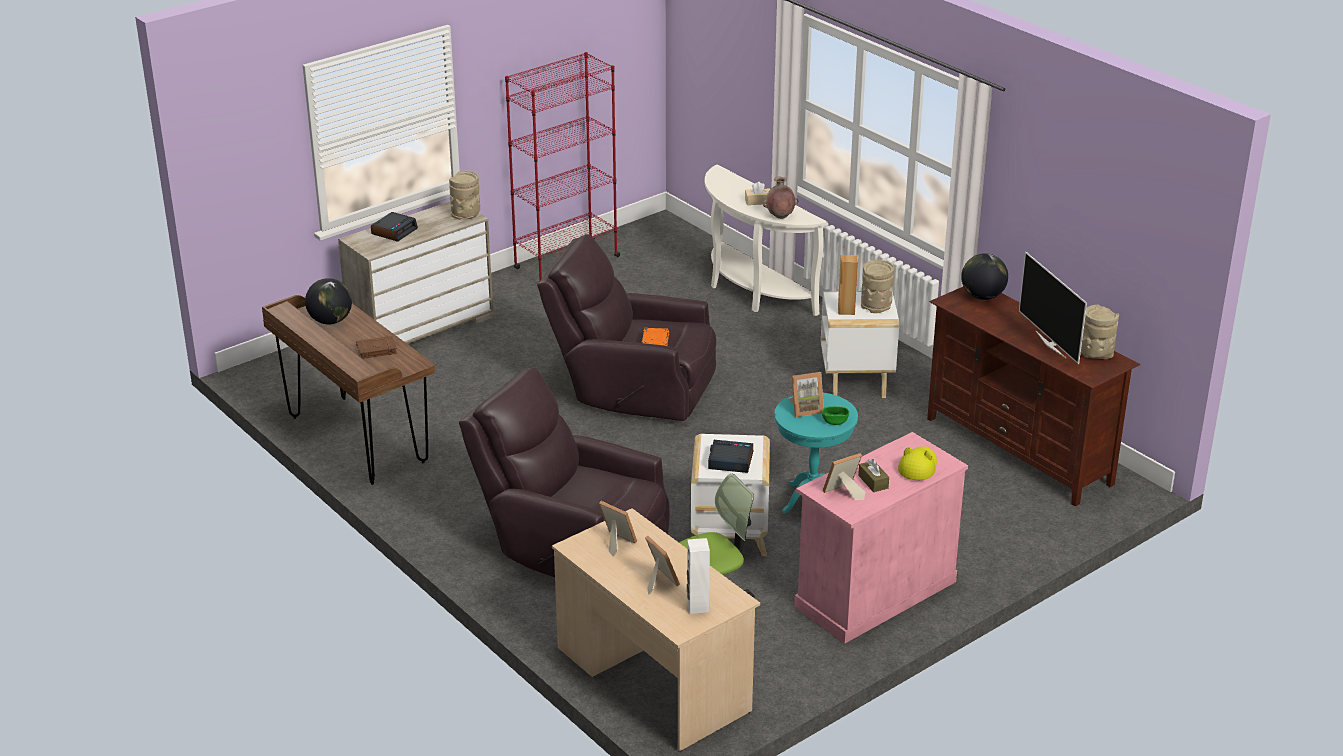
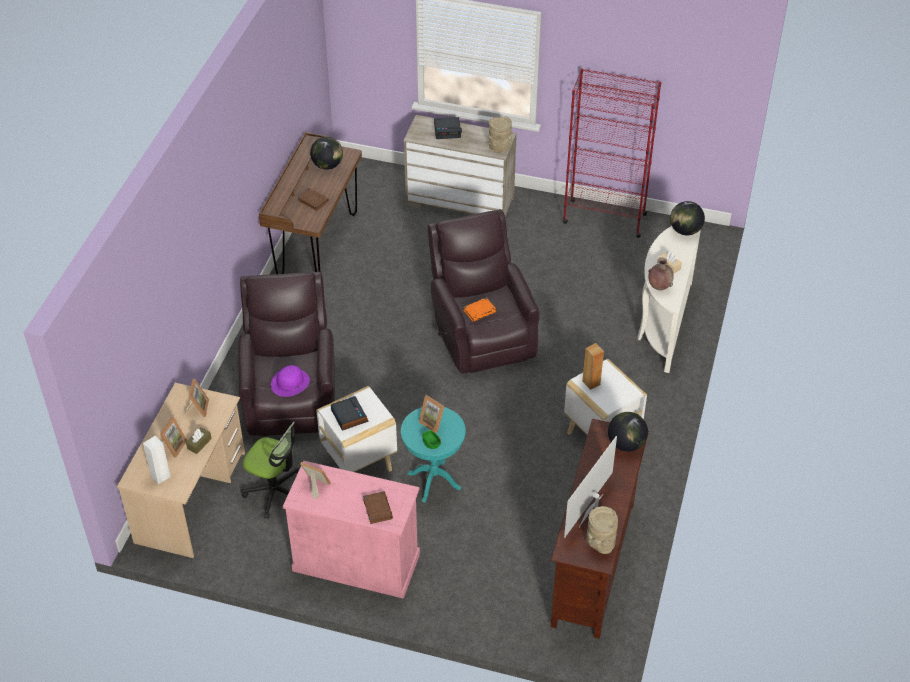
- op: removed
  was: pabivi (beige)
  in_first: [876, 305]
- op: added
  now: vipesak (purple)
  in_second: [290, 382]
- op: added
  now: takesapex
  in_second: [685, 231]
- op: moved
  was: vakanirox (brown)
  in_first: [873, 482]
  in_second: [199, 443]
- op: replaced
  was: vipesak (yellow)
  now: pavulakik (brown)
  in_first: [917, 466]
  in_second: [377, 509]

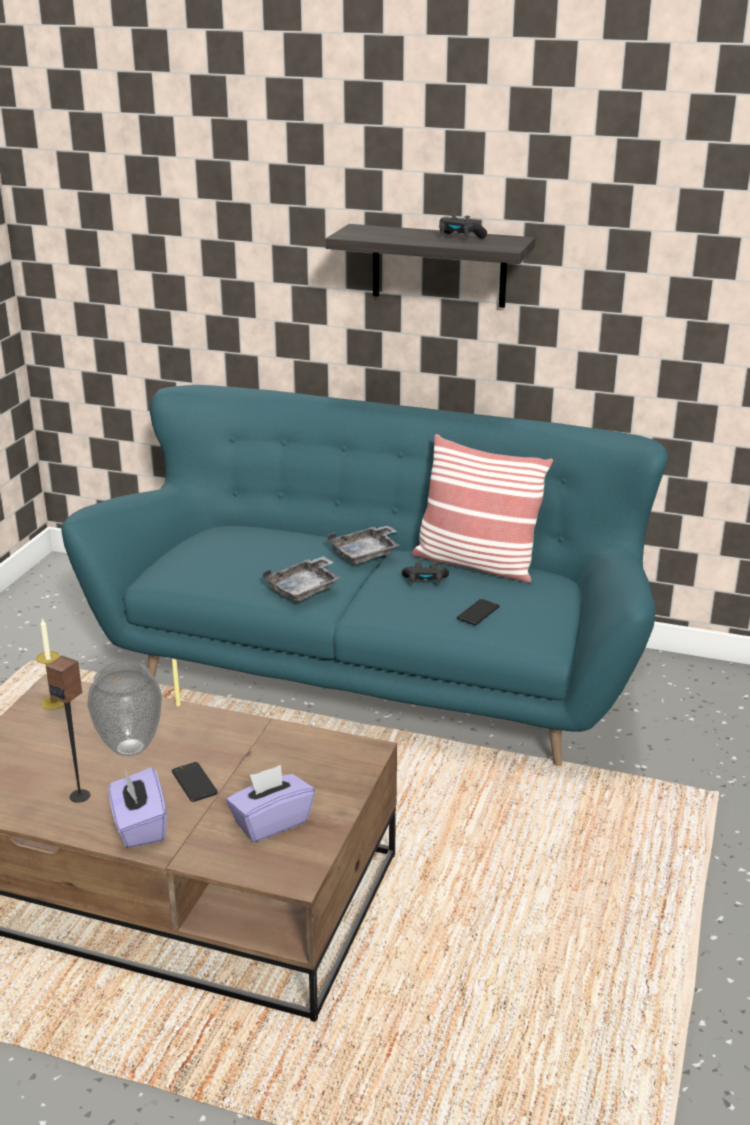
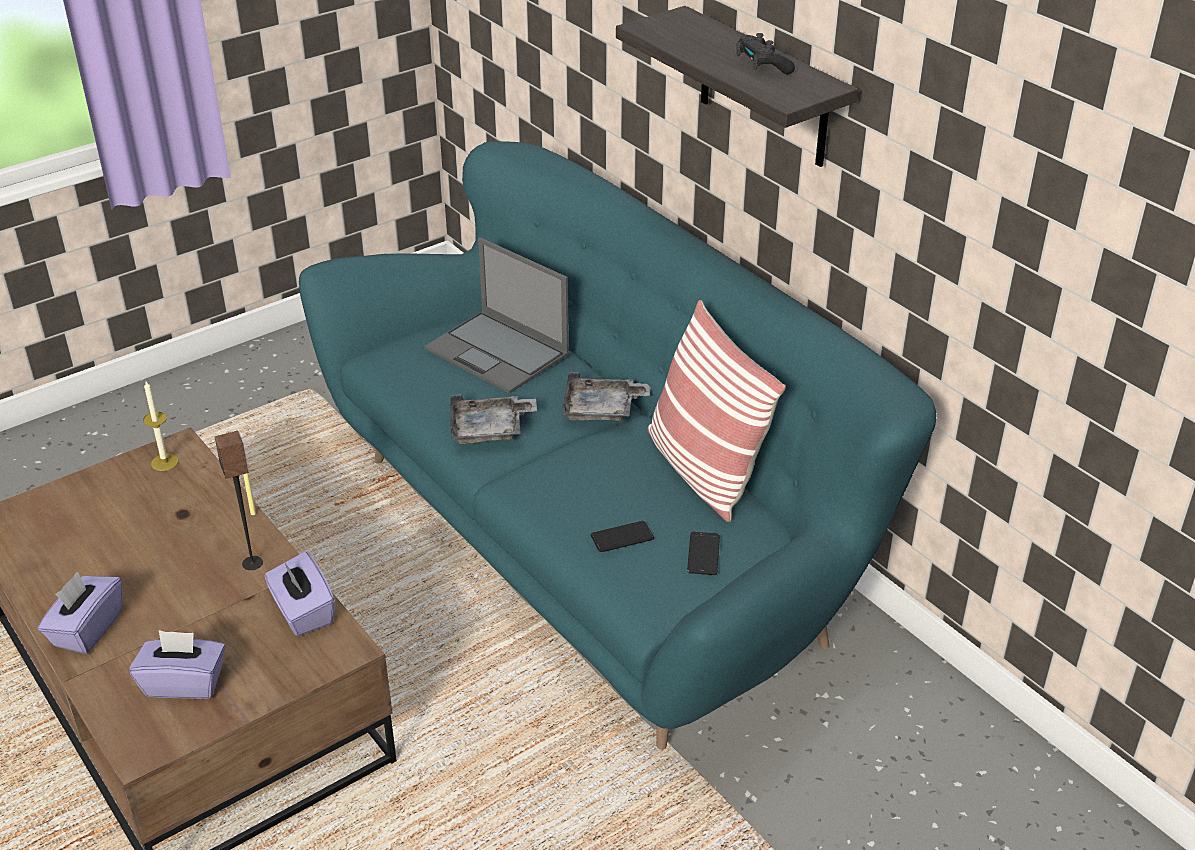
- op: removed
  was: pabivi
  in_first: [131, 748]
- op: removed
  was: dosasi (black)
  in_first: [425, 582]
- op: added
  now: vakanirox (purple)
  in_second: [302, 612]
- op: added
  now: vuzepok
  in_second: [498, 352]
- op: moved
  was: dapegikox
  in_first: [80, 796]
  in_second: [253, 563]
- op: moved
  was: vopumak
  in_first: [194, 782]
  in_second: [703, 554]

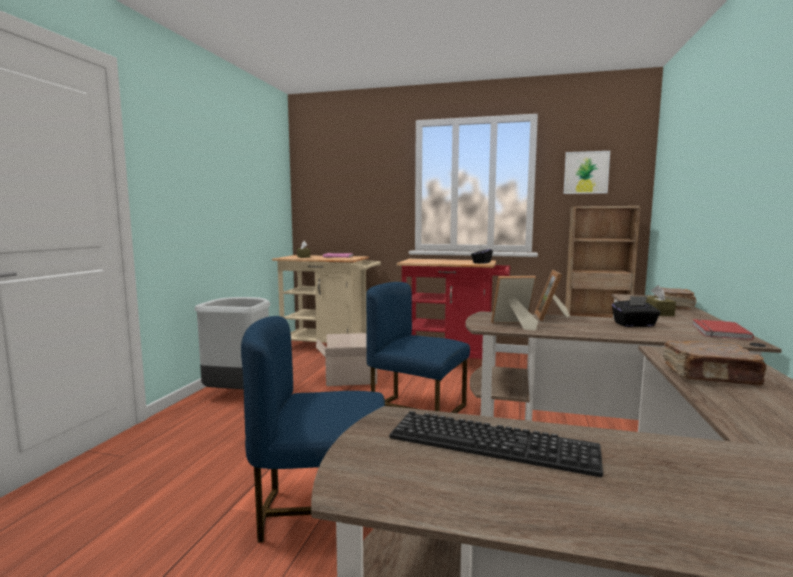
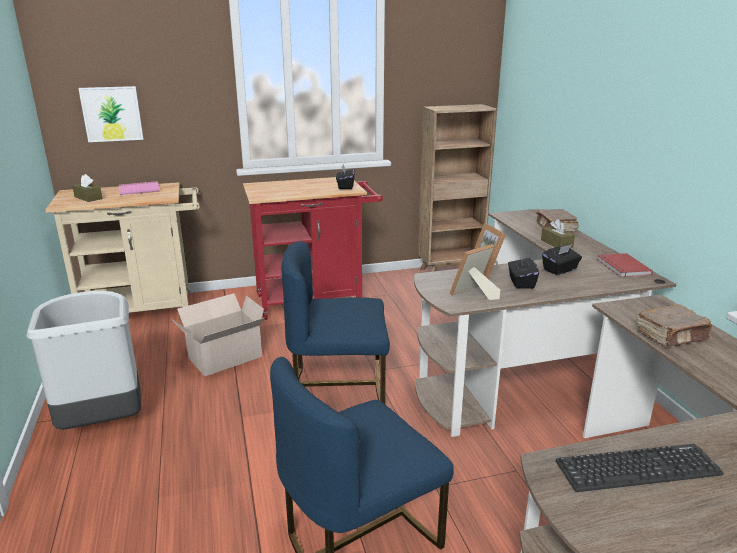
- op: added
  now: vakanirox (black)
  in_second: [521, 282]
- op: moved
  was: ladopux
  in_first: [586, 172]
  in_second: [112, 114]

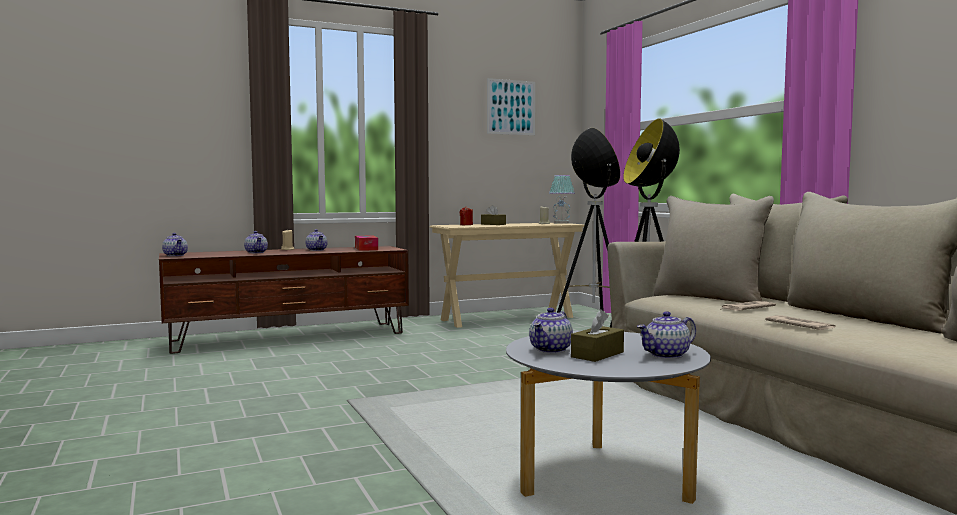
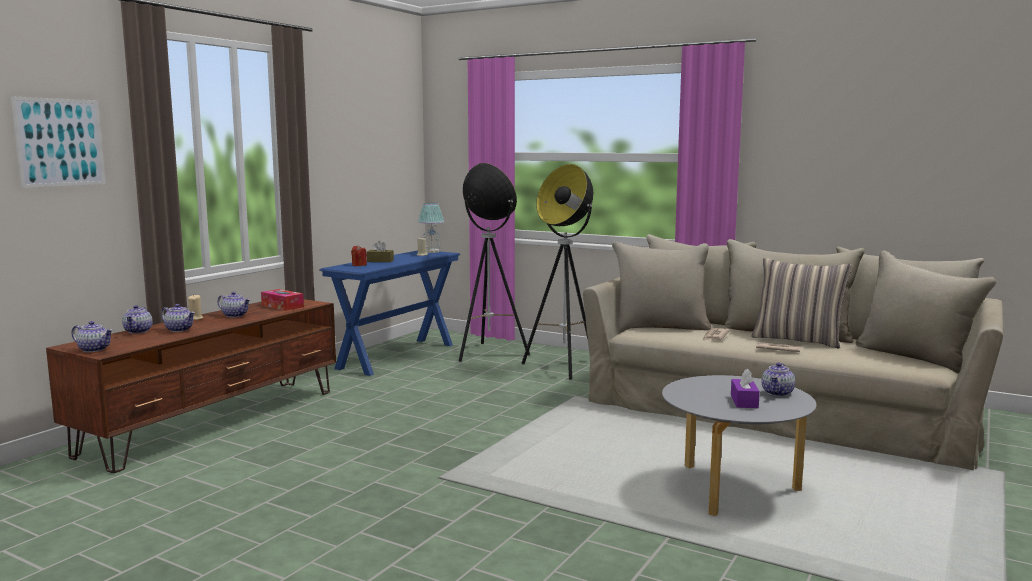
- op: added
  now: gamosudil
  in_second: [798, 340]
- op: moved
  was: ladopux
  in_first: [511, 107]
  in_second: [60, 142]
- op: moved
  was: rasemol
  in_first: [551, 350]
  in_second: [138, 331]
- op: recoloured
  was: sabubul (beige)
  now: sabubul (blue)
  in_first: [508, 318]
  in_second: [397, 356]
- op: recoloured
  was: vakanirox (brown)
  now: vakanirox (purple)
  in_first: [597, 354]
  in_second: [744, 401]

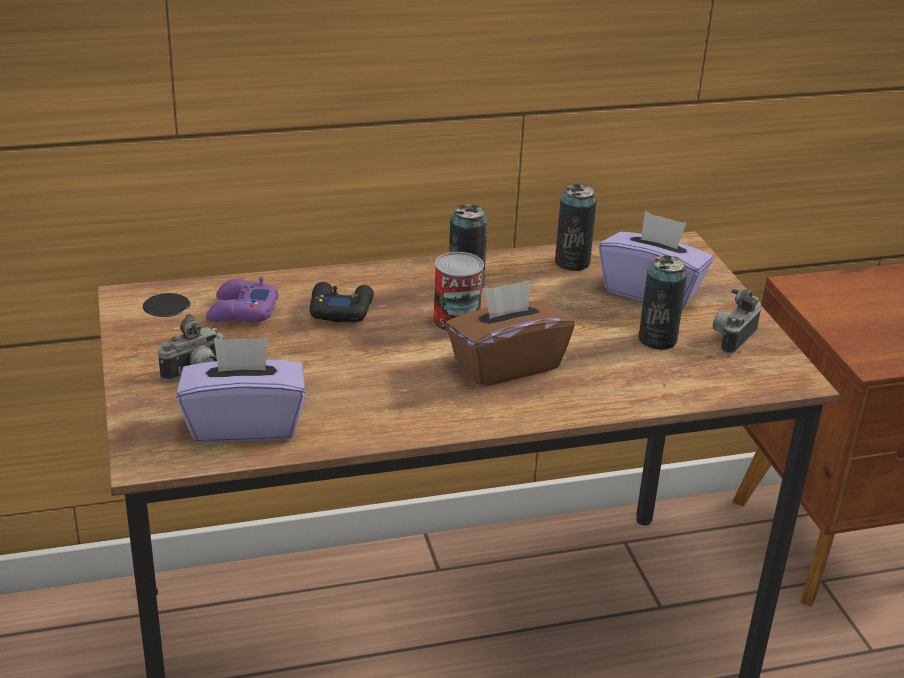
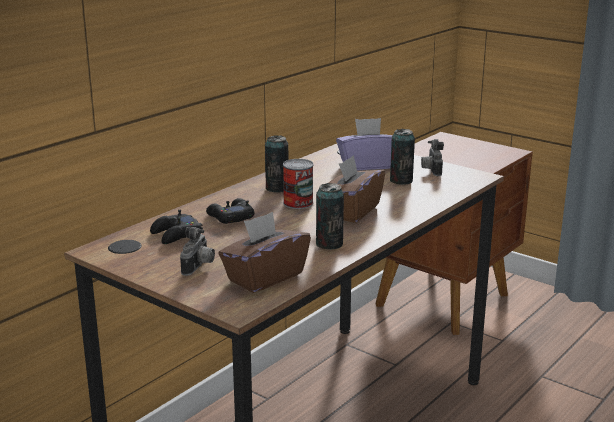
- op: moved
  was: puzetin
  in_first: [572, 263]
  in_second: [329, 244]
- op: recoloured
  was: vakanirox (purple)
  now: vakanirox (brown)
  in_first: [244, 424]
  in_second: [264, 277]
- op: recoloured
  was: dosasi (purple)
  now: dosasi (black)
  in_first: [241, 311]
  in_second: [176, 235]

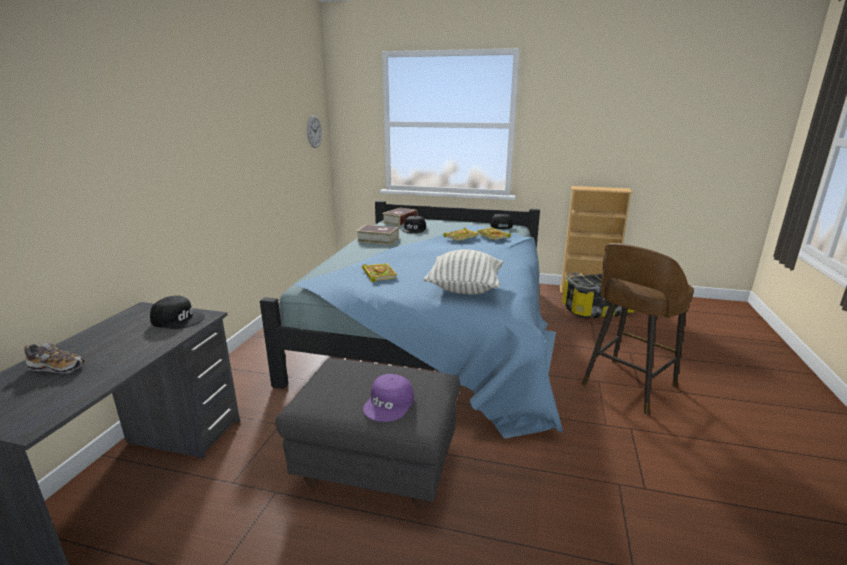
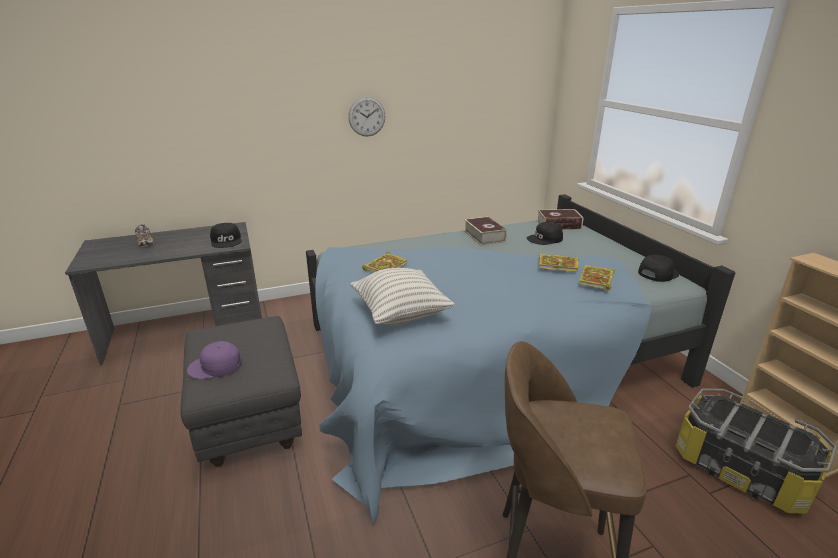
- op: moved
  was: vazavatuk
  in_first: [314, 132]
  in_second: [367, 116]

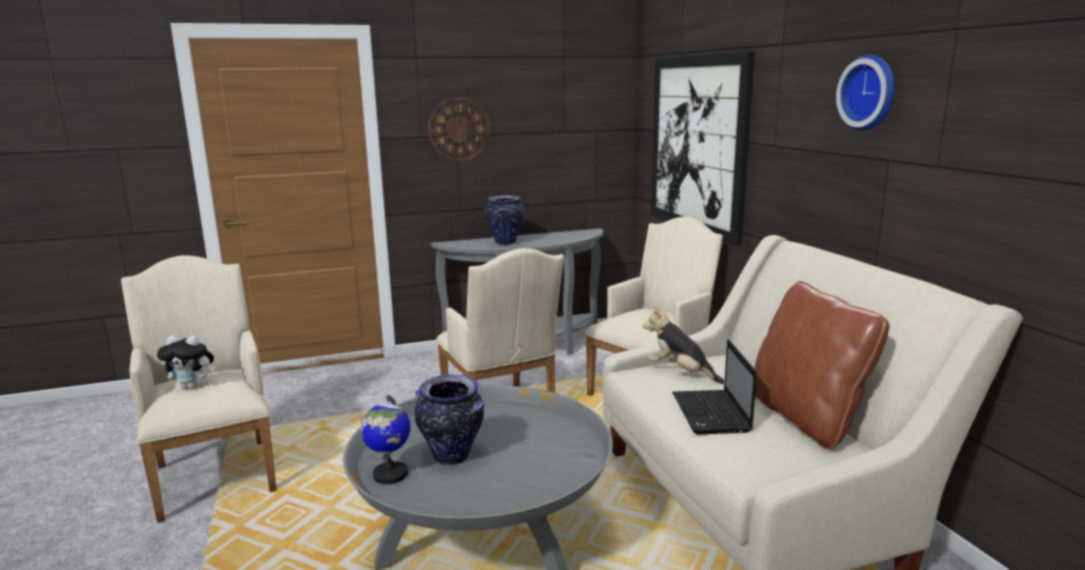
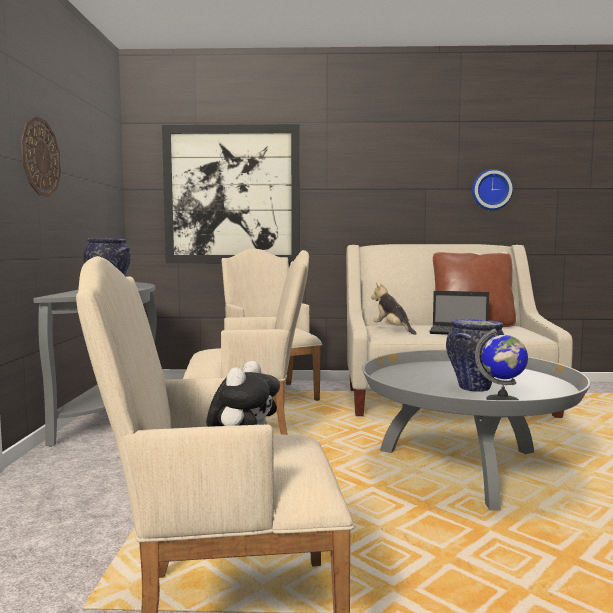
- op: moved
  was: vazavatuk
  in_first: [870, 92]
  in_second: [491, 190]
- op: turned
  was: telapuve
  in_first: [680, 372]
  in_second: [393, 330]
  clockwise: 90

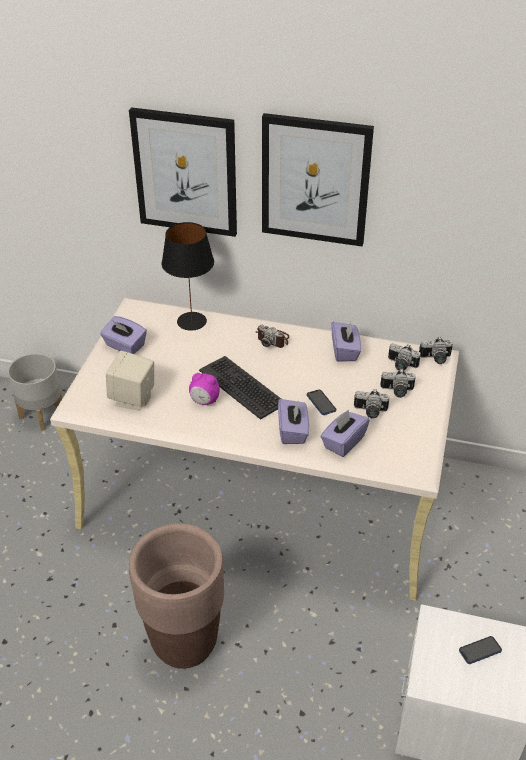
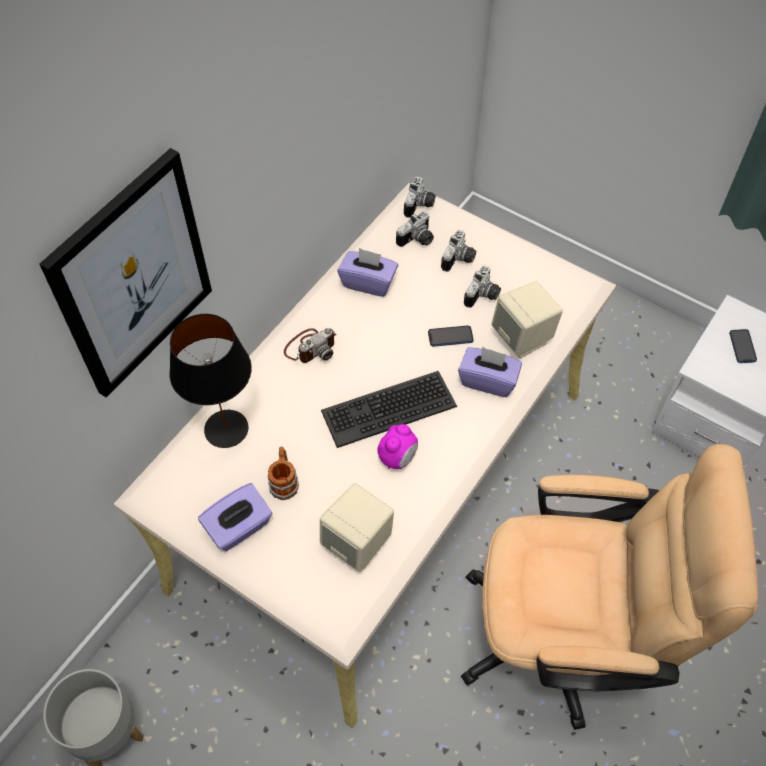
- op: removed
  was: ladopux
  in_first: [315, 180]
- op: added
  now: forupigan
  in_second: [284, 481]
- op: replaced
  was: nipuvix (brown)
  now: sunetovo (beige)
  in_first: [184, 643]
  in_second: [568, 638]
- op: replaced
  was: vakanirox (purple)
  now: dapegikox (beige)
  in_first: [343, 442]
  in_second: [523, 338]

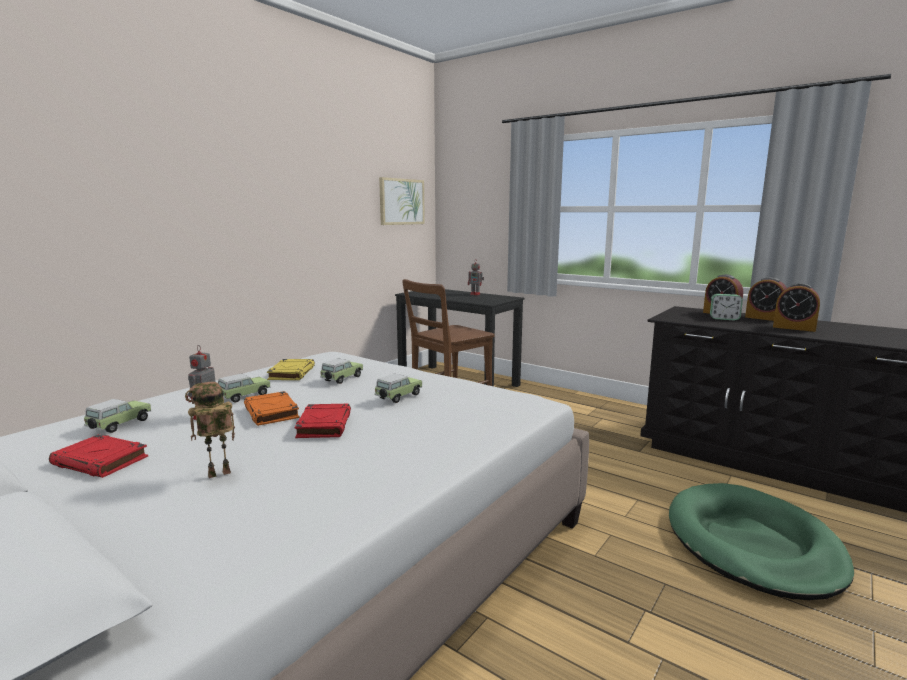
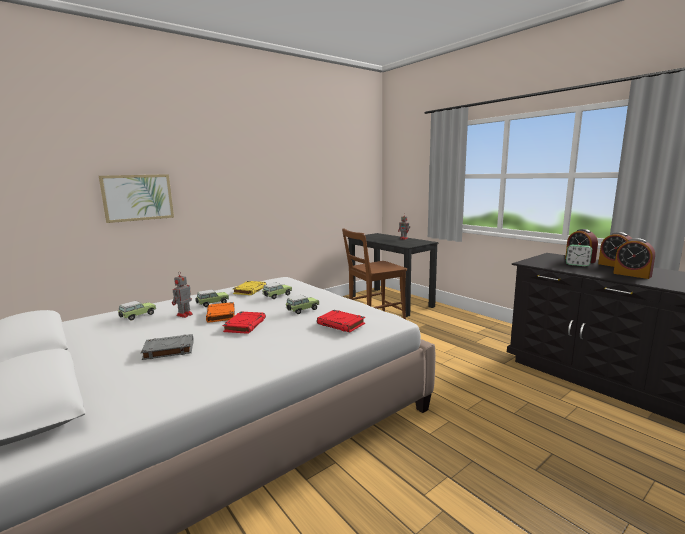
- op: removed
  was: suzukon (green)
  in_first: [752, 544]
- op: moved
  was: pavulakik (red)
  in_first: [101, 461]
  in_second: [341, 324]
- op: moved
  was: ladopux
  in_first: [401, 201]
  in_second: [138, 197]
- op: replaced
  was: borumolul
  now: pavulakik (grey)
  in_first: [218, 475]
  in_second: [168, 350]

